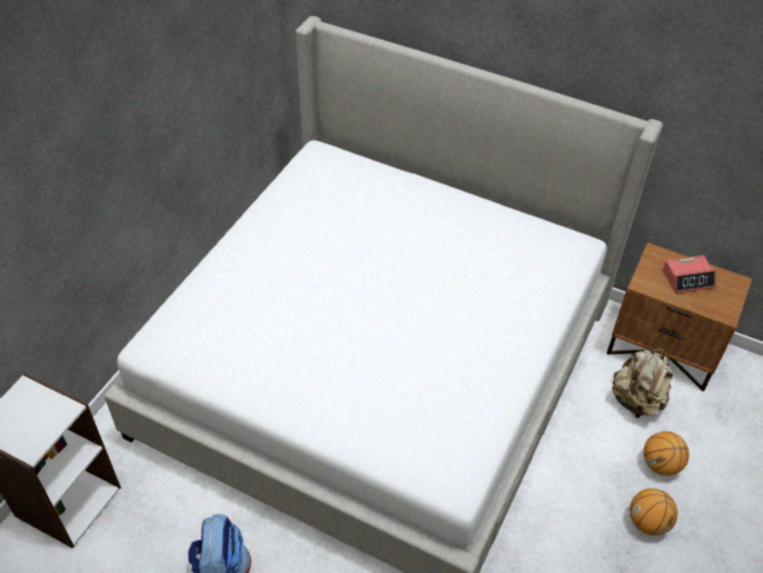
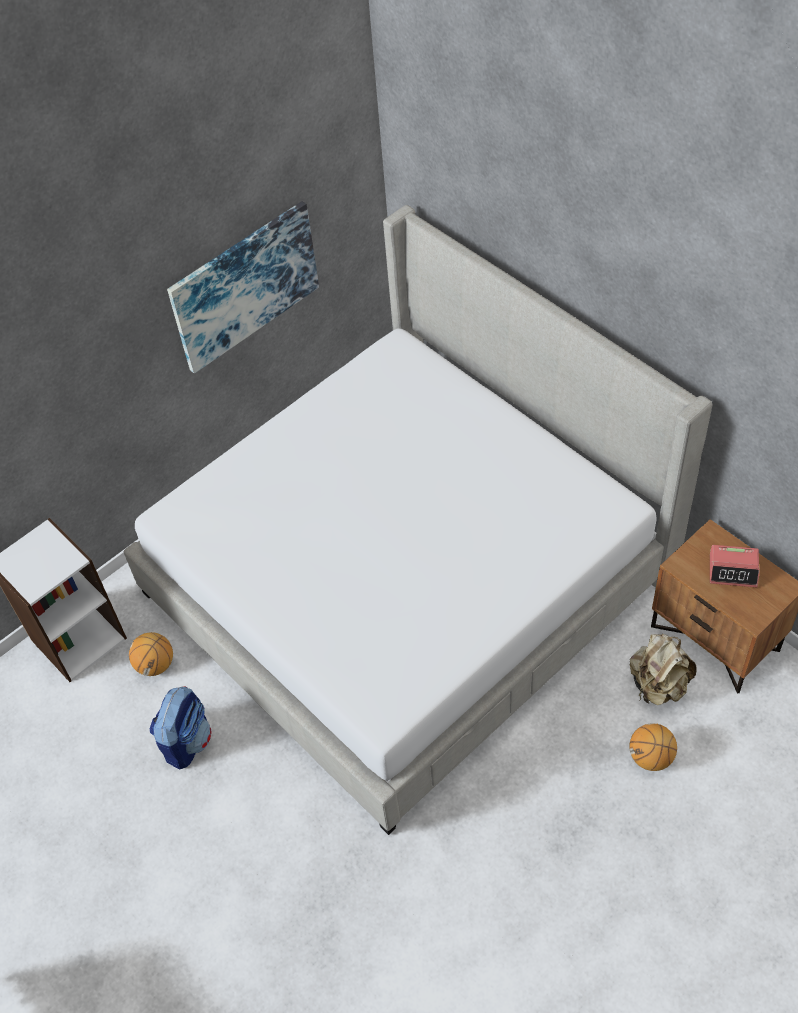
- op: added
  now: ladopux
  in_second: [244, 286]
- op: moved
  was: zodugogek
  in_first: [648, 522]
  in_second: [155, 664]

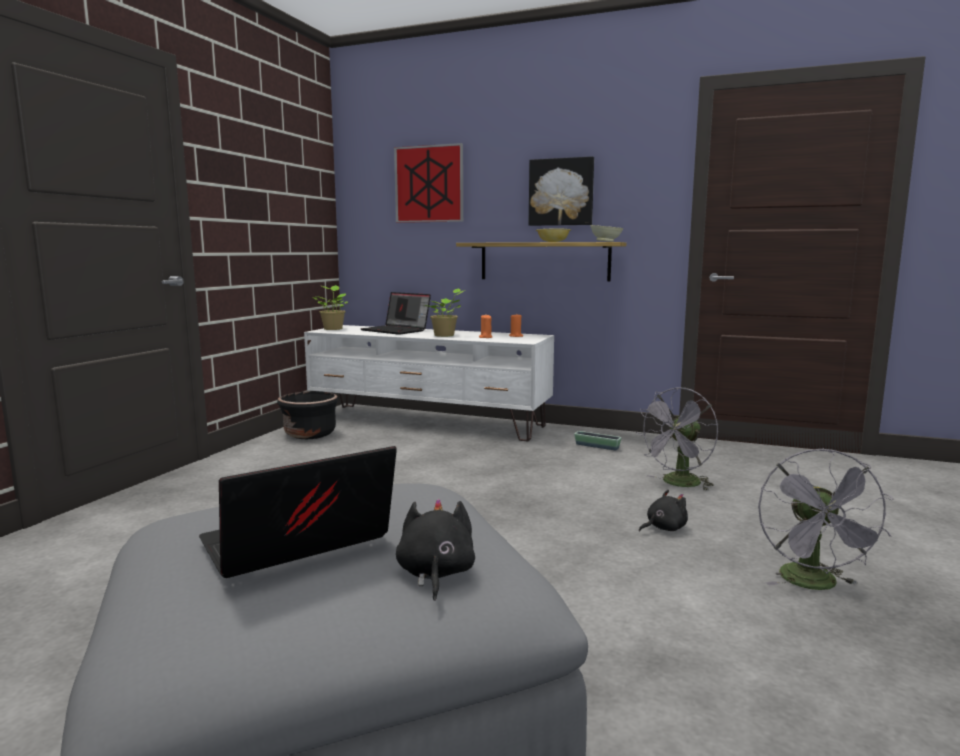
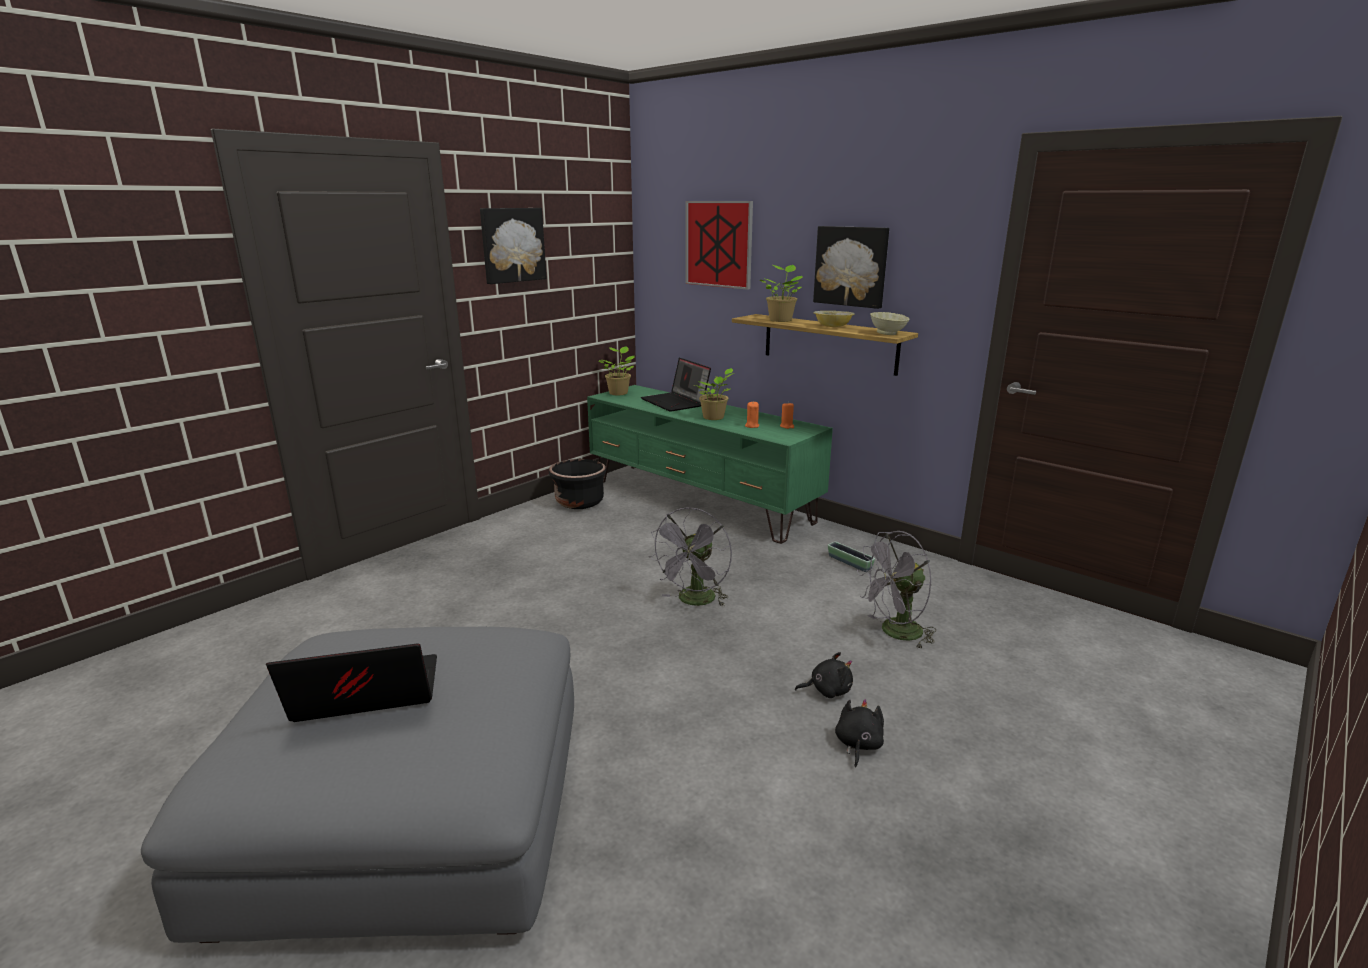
- op: added
  now: ladopux
  in_second: [512, 245]
- op: added
  now: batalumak
  in_second: [781, 320]
- op: moved
  was: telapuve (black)
  in_first: [435, 574]
  in_second: [858, 745]
- op: moved
  was: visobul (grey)
  in_first: [814, 584]
  in_second: [694, 601]
- op: recoloured
  was: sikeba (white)
  now: sikeba (green)
  in_first: [429, 422]
  in_second: [700, 500]

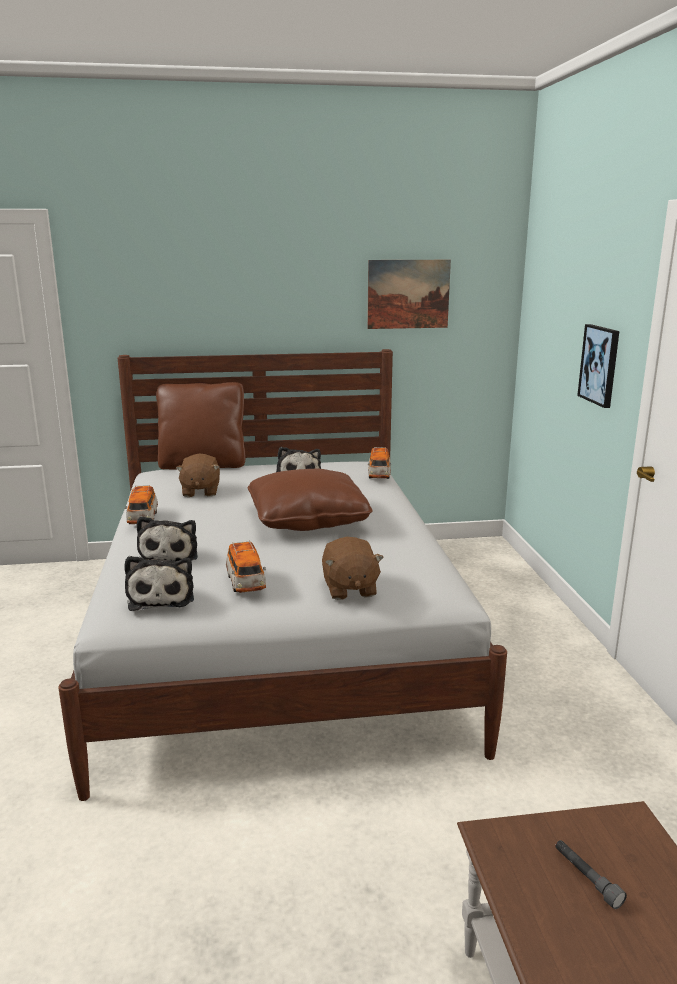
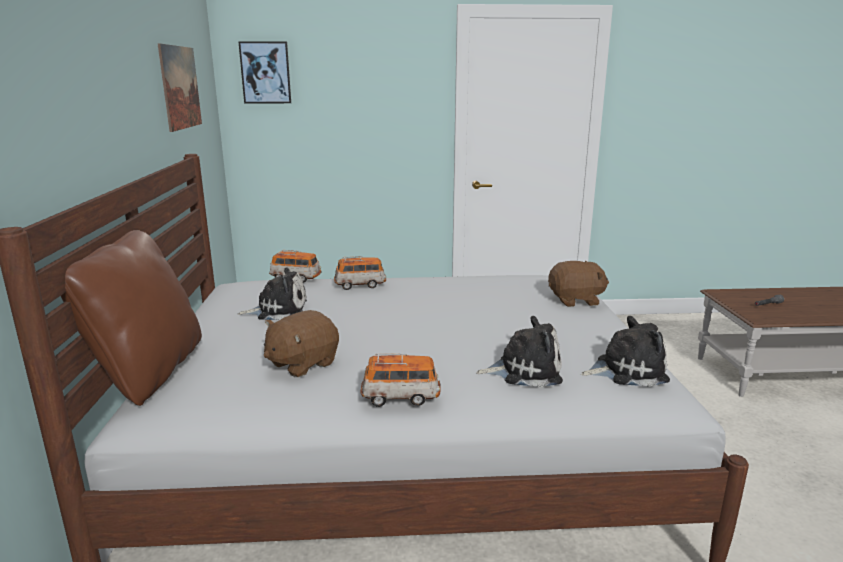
- op: removed
  was: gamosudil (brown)
  in_first: [307, 520]
- op: moved
  was: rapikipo
  in_first: [246, 583]
  in_second: [360, 285]
- op: moved
  was: ladopux
  in_first: [600, 365]
  in_second: [265, 72]
- op: turned
  was: telapuve (brown)
  in_first: [200, 491]
  in_second: [302, 363]
  clockwise: 135

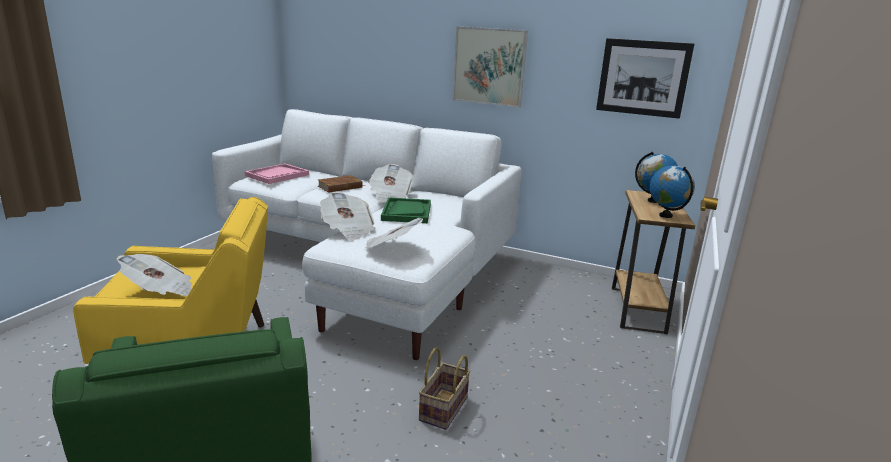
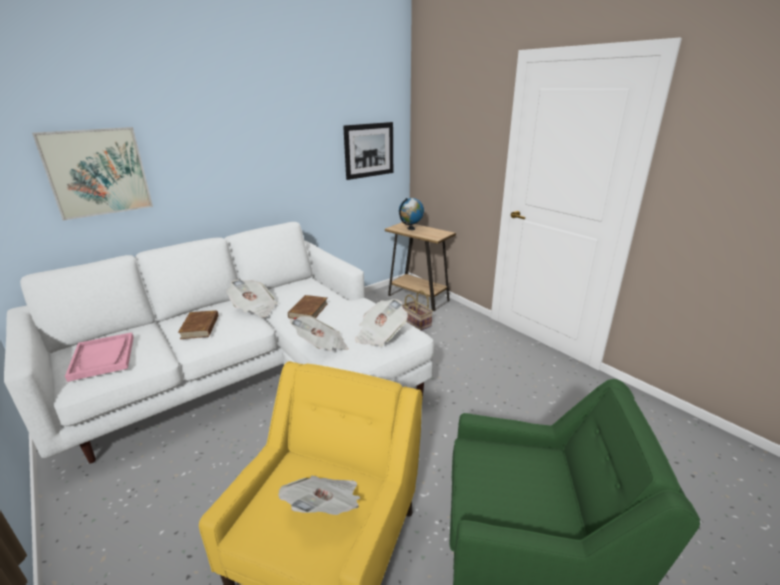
- op: removed
  was: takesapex
  in_first: [666, 215]
- op: moved
  was: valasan
  in_first: [444, 410]
  in_second: [417, 323]
- op: moved
  was: ladopux
  in_first: [489, 66]
  in_second: [97, 172]
- op: replaced
  was: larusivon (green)
  now: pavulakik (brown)
  in_first: [406, 212]
  in_second: [308, 311]

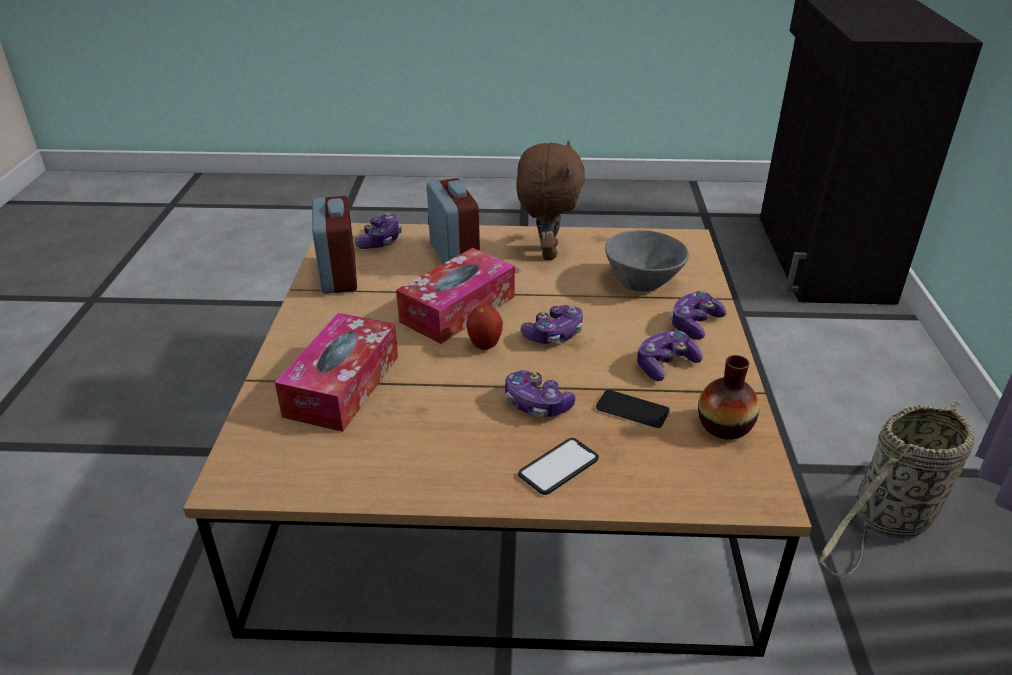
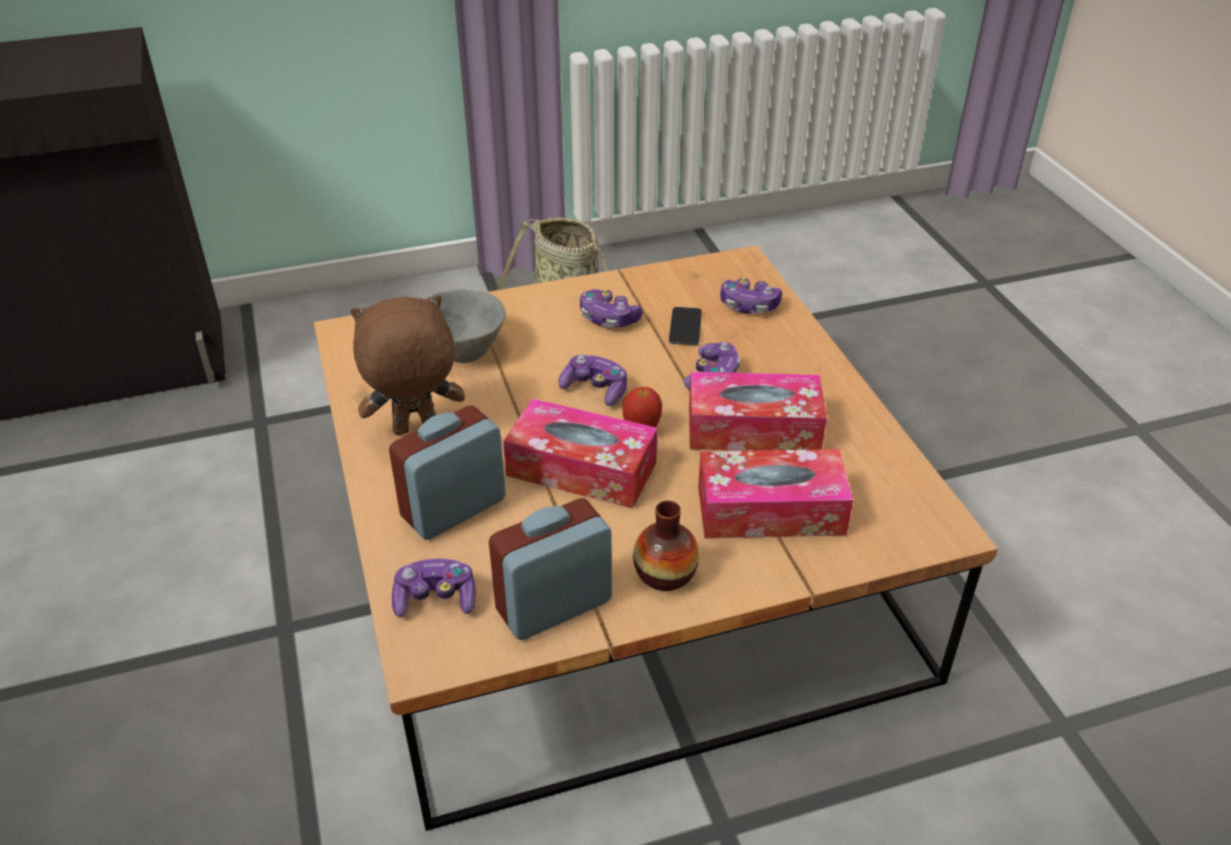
- op: removed
  was: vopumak
  in_first: [558, 467]
- op: added
  now: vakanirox
  in_second: [753, 428]
- op: moved
  was: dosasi
  in_first: [694, 324]
  in_second: [749, 305]
- op: moved
  was: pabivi
  in_first: [724, 426]
  in_second: [665, 574]

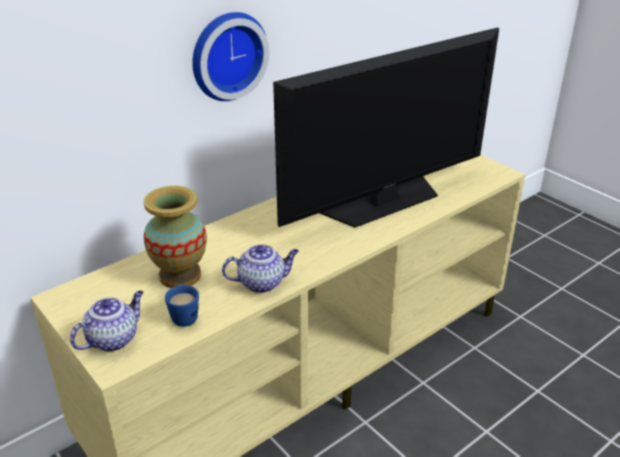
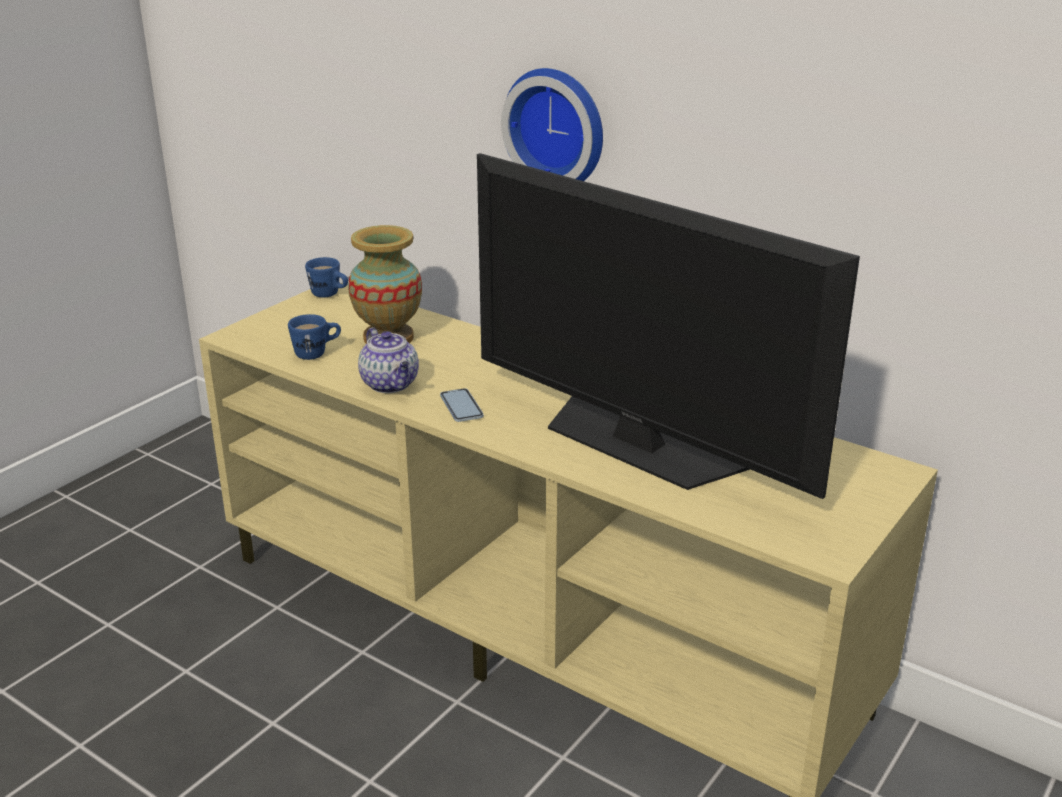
- op: removed
  was: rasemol
  in_first: [113, 339]
- op: added
  now: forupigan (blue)
  in_second: [330, 295]
- op: added
  now: vopumak
  in_second: [461, 406]

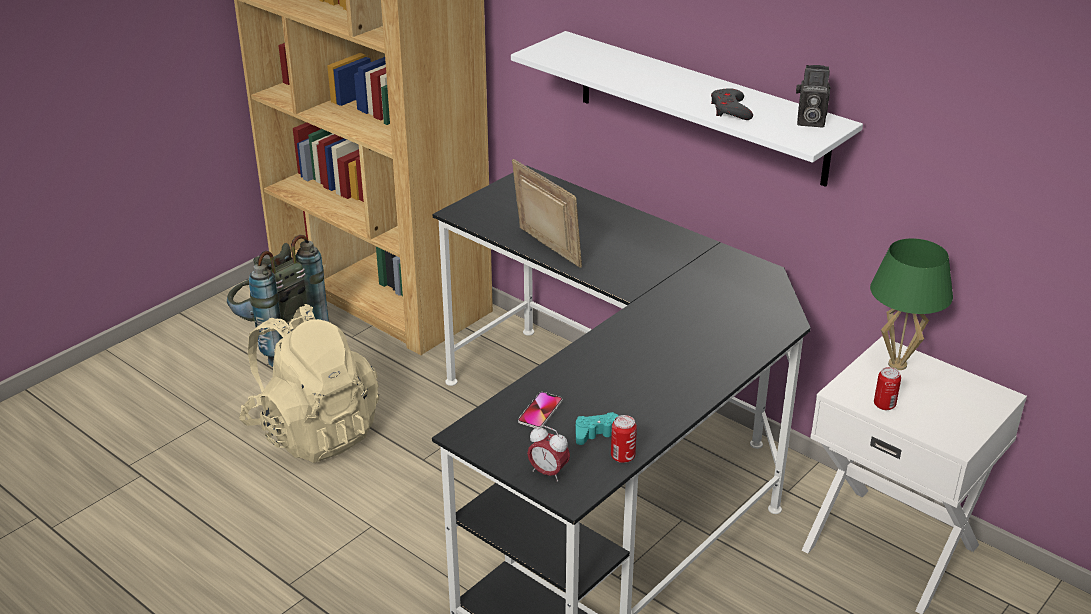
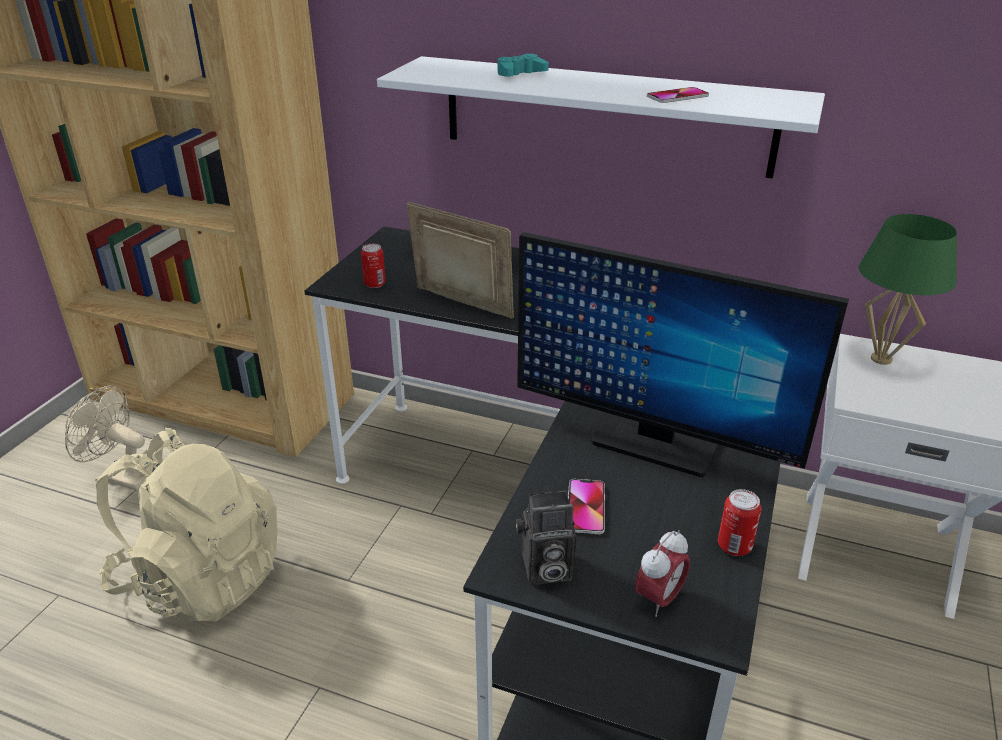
- op: added
  now: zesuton
  in_second: [654, 443]
- op: moved
  was: dosasi (turquoise)
  in_first: [598, 434]
  in_second: [520, 73]
- op: moved
  was: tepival
  in_first: [809, 122]
  in_second: [544, 570]
- op: moved
  was: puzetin
  in_first: [884, 405]
  in_second: [374, 284]
- op: replaced
  was: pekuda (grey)
  now: visobul (beige)
  in_first: [278, 341]
  in_second: [121, 476]
- op: replaced
  was: dosasi (grey)
  now: vopumak
  in_first: [730, 110]
  in_second: [677, 97]
- op: turned
  was: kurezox
  in_first: [548, 473]
  in_second: [659, 599]
  clockwise: -60

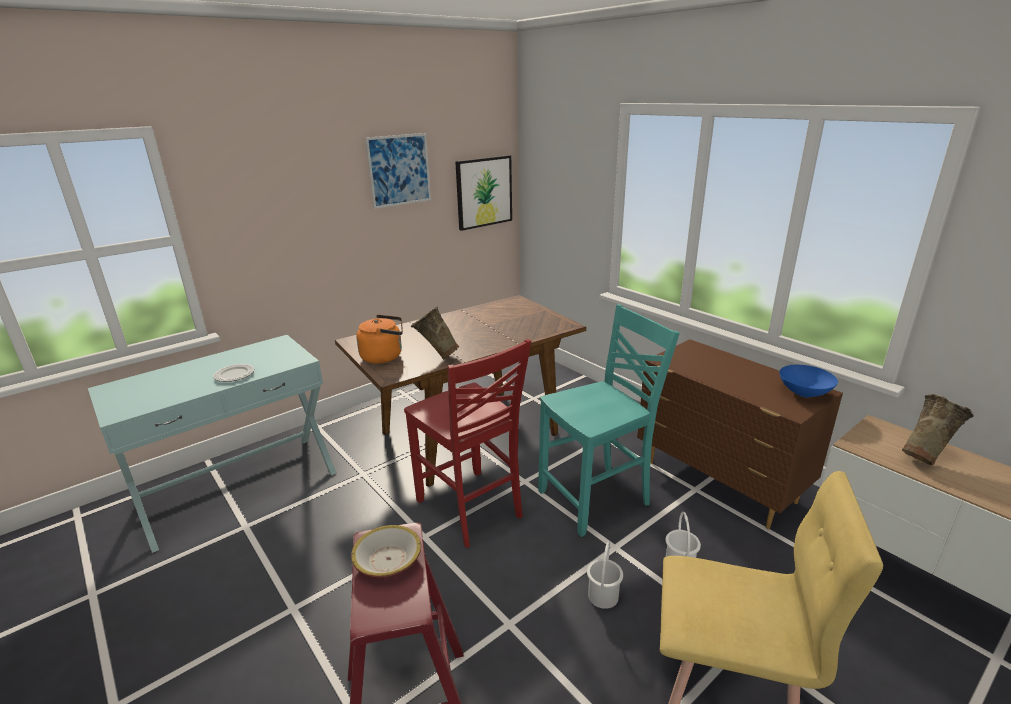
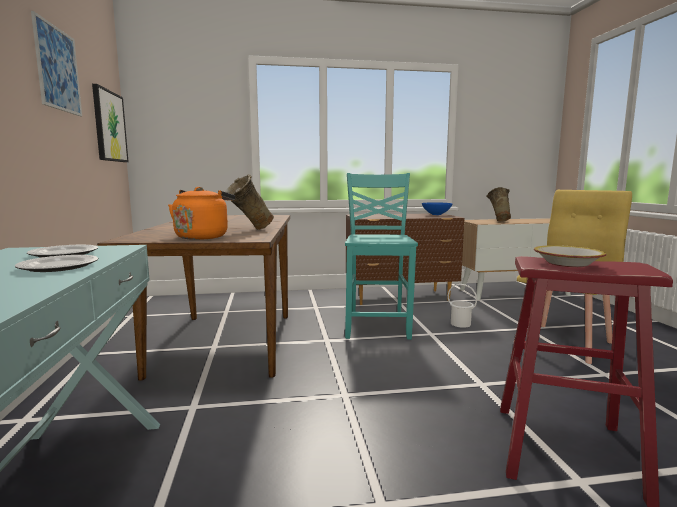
- op: removed
  was: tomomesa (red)
  in_first: [471, 509]
- op: removed
  was: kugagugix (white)
  in_first: [602, 596]
- op: added
  now: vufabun
  in_second: [64, 254]

